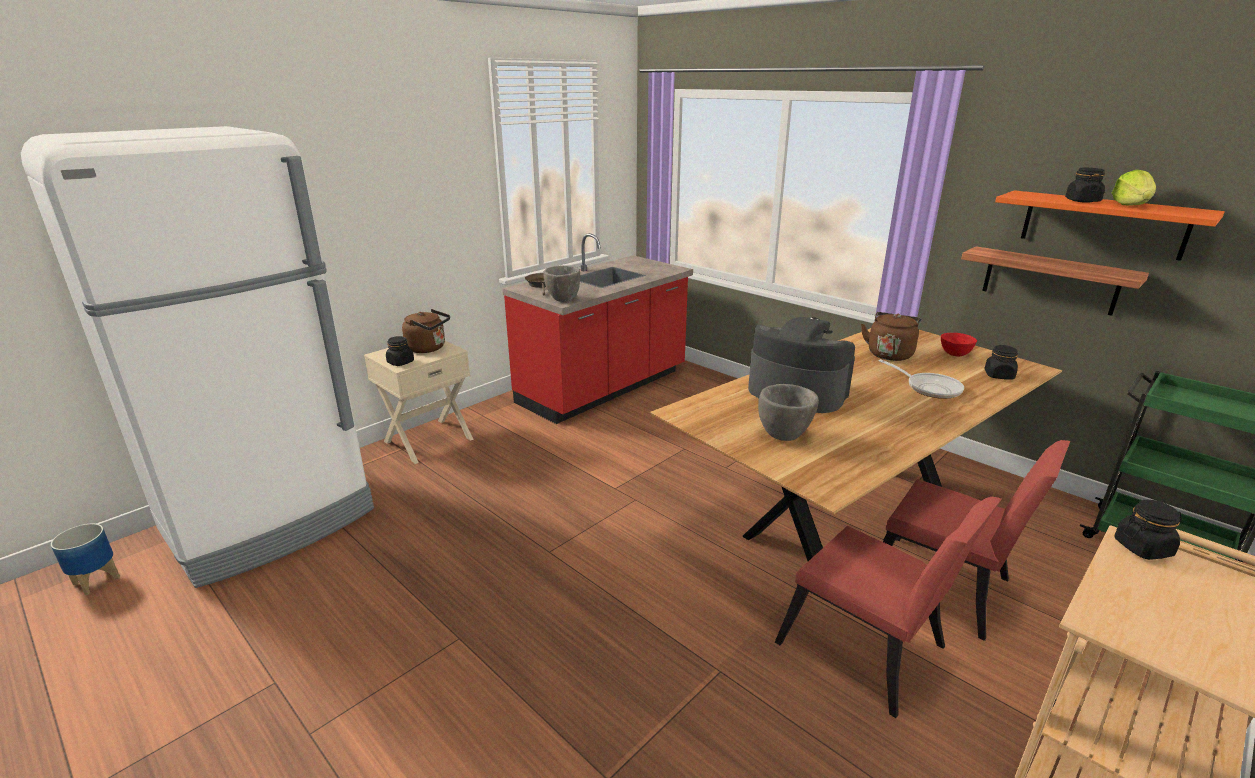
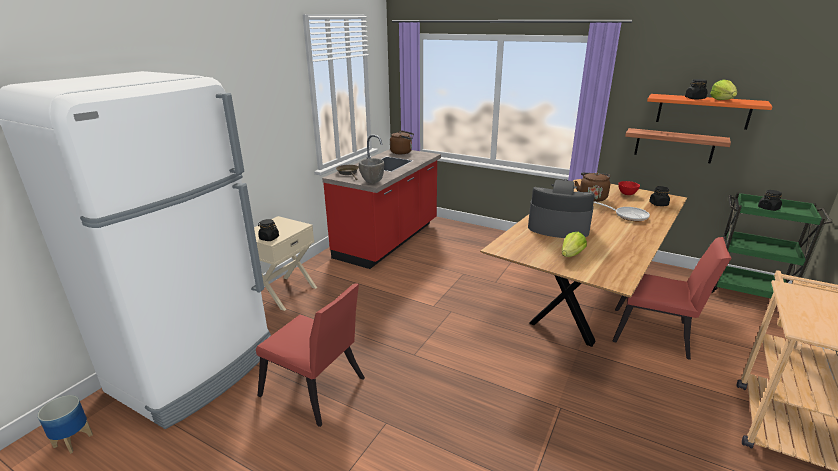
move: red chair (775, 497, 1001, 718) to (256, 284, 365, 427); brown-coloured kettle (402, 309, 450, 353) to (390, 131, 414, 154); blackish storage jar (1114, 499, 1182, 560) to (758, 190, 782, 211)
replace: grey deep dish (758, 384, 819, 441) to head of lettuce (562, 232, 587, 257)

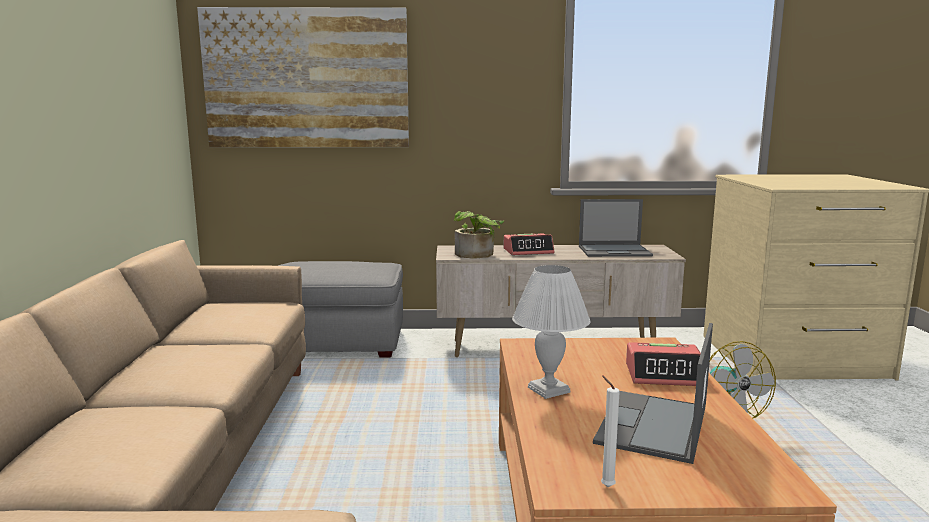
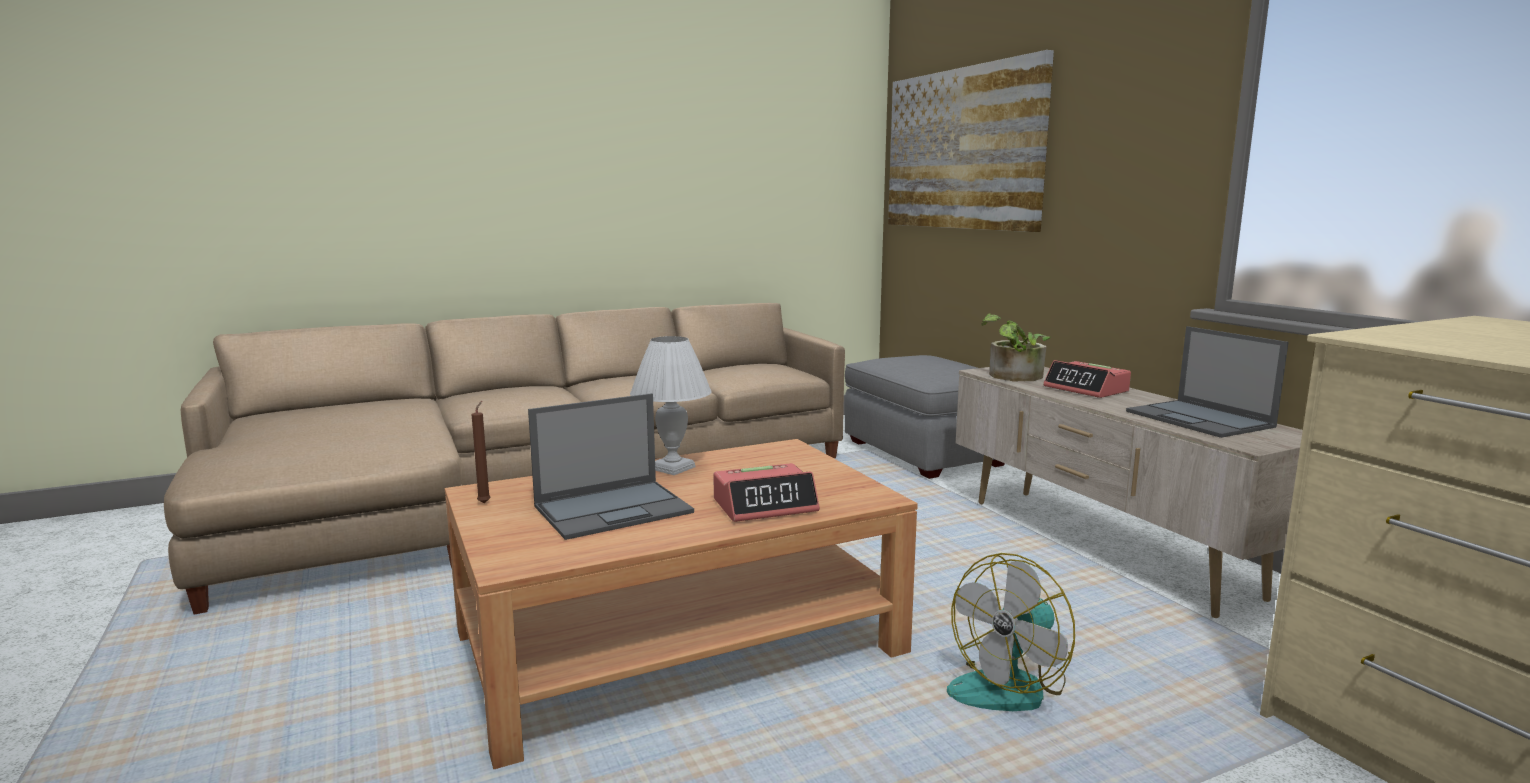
recolor: white-coloured wax candle (601, 375, 620, 487) to brown-coloured wax candle (471, 401, 491, 503)
rotate: notebook computer (593, 323, 713, 464) = (528, 393, 694, 540) 150 degrees clockwise; bedside clock (626, 342, 708, 386) = (713, 463, 820, 522) 90 degrees counterclockwise

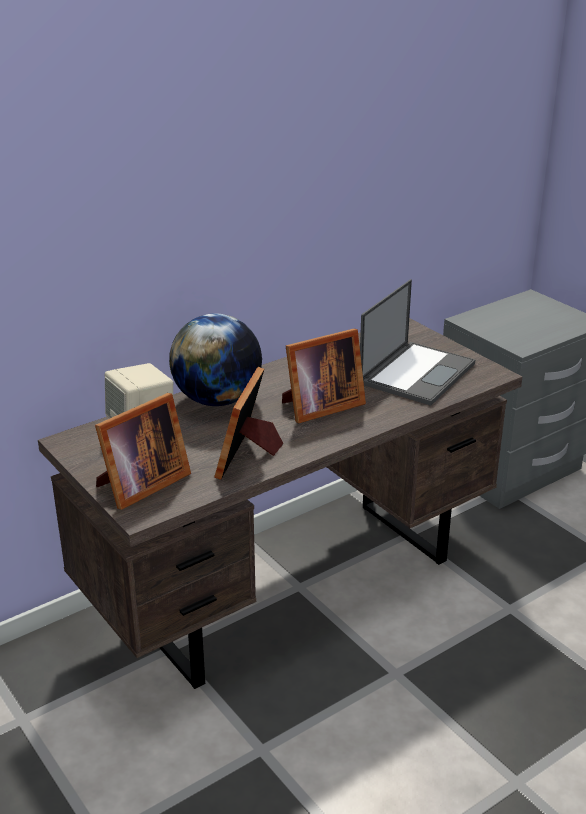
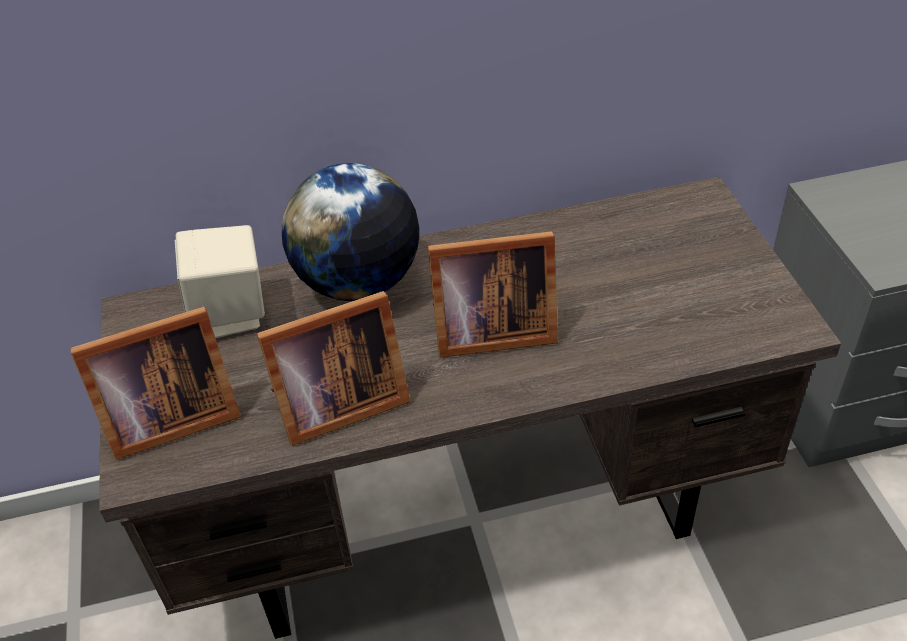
delete: notebook computer (360, 279, 475, 406)
rotate: photo frame (214, 367, 283, 480) = (257, 291, 410, 446) 150 degrees counterclockwise

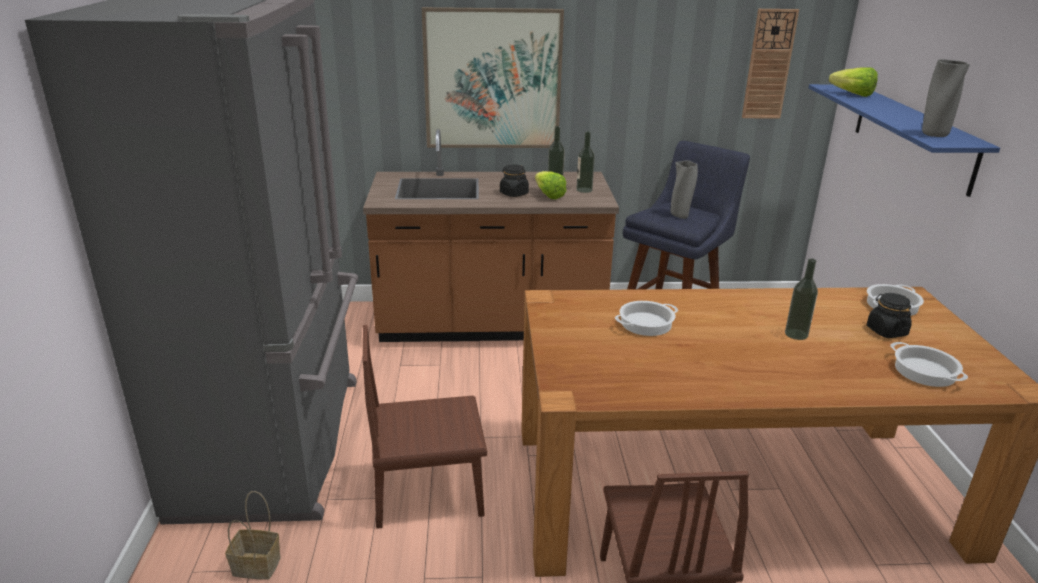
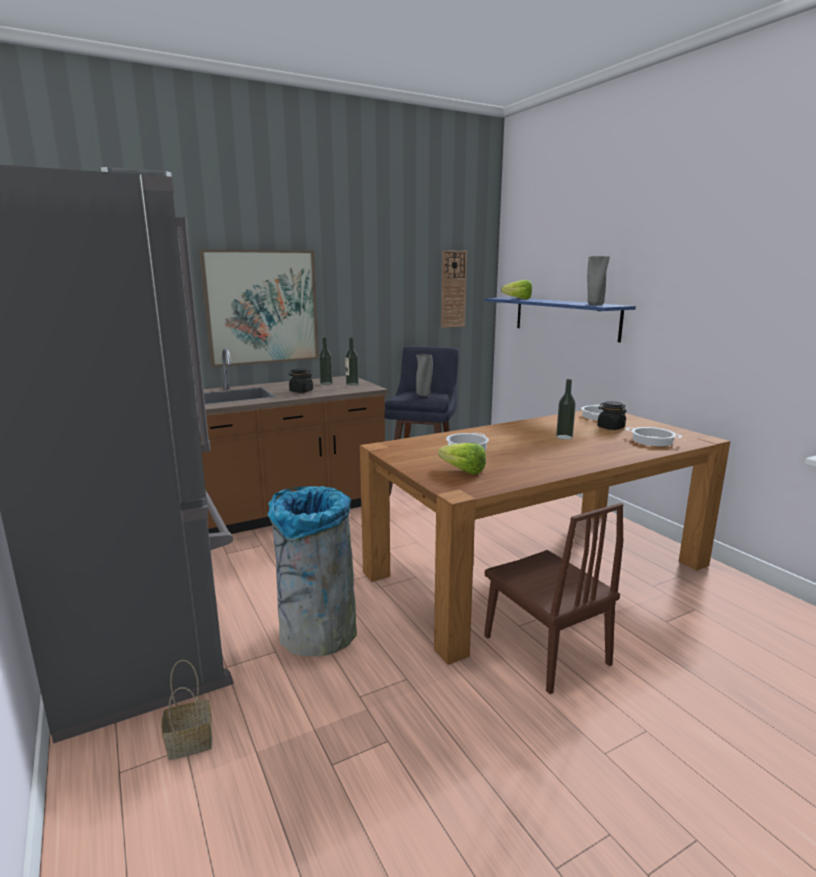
move: head of lettuce (535, 171, 567, 199) to (438, 443, 486, 474)
replace: brown-coloured chair (363, 325, 487, 529) to grey waste bin (268, 486, 357, 656)

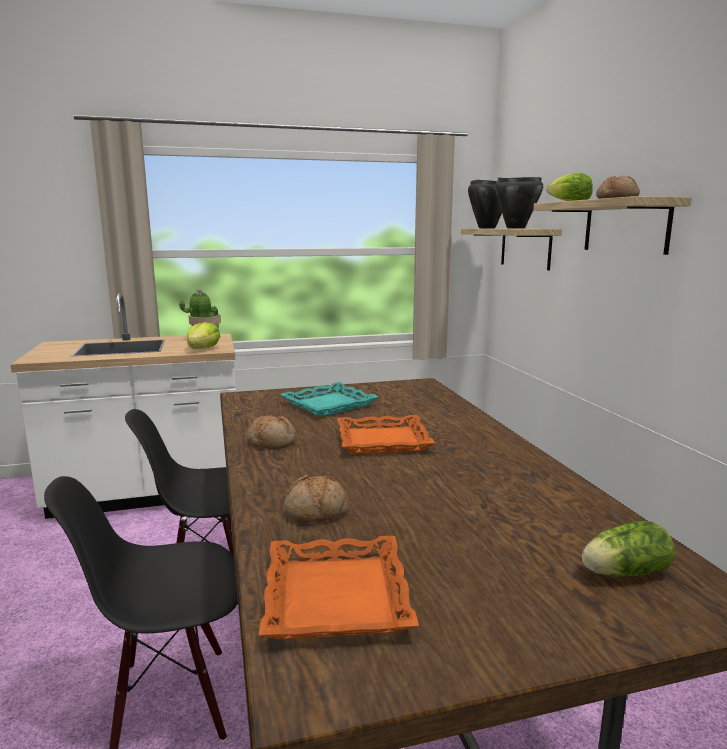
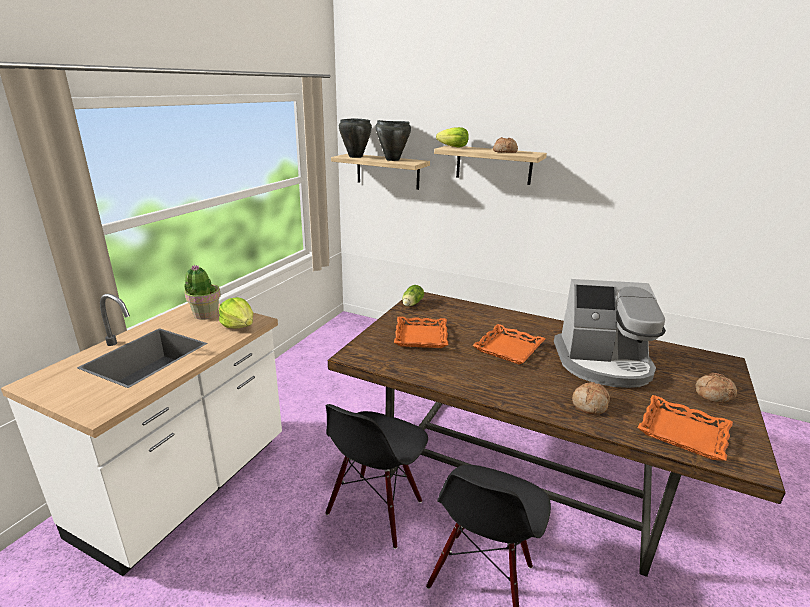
insert: coffee maker (554, 279, 666, 388)
move: head of lettuce (582, 521, 675, 577) to (402, 285, 424, 306); bakery bread (246, 414, 297, 449) to (695, 373, 737, 403)
recolor: turquoise-coloured tray (281, 382, 378, 417) to orangey tray (394, 316, 448, 348)

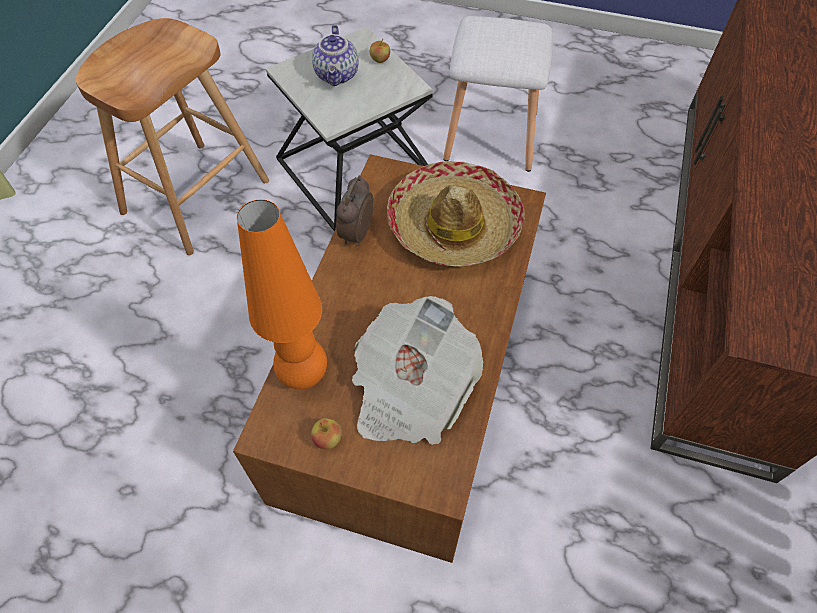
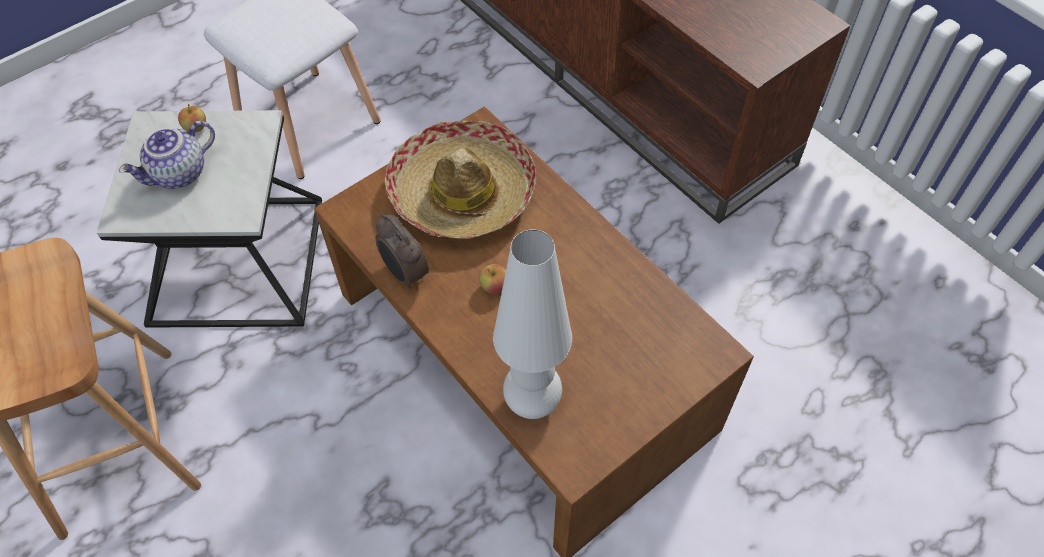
delete: printed paper (352, 296, 484, 445)
move: apple (311, 418, 342, 449) to (479, 264, 506, 294)
recolor: orangey lamp for a table (237, 200, 327, 389) to white-coloured lamp for a table (493, 229, 572, 419)
rotate: teapot (312, 25, 358, 86) = (119, 121, 215, 189) 105 degrees clockwise

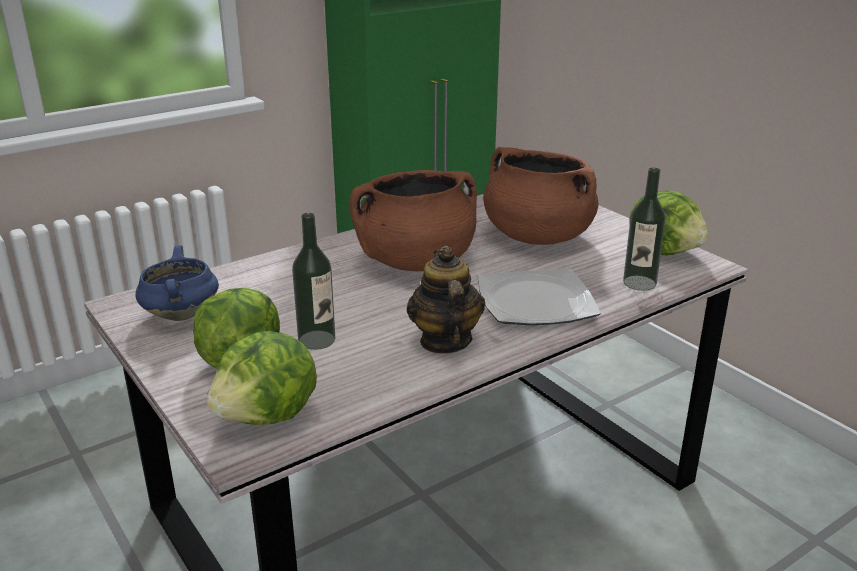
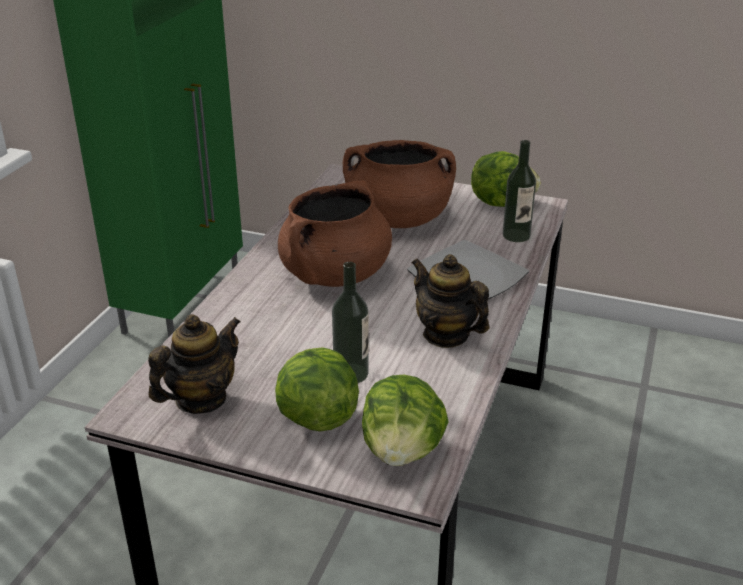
replace: bluish cooking pot (135, 245, 219, 321) to teapot (148, 314, 241, 414)

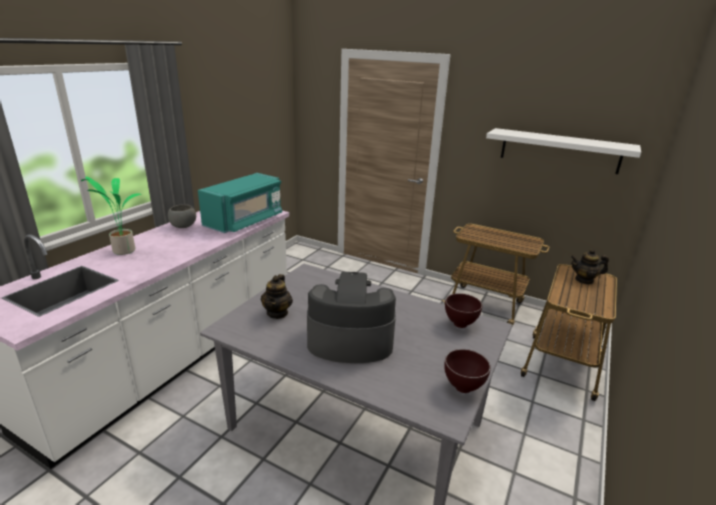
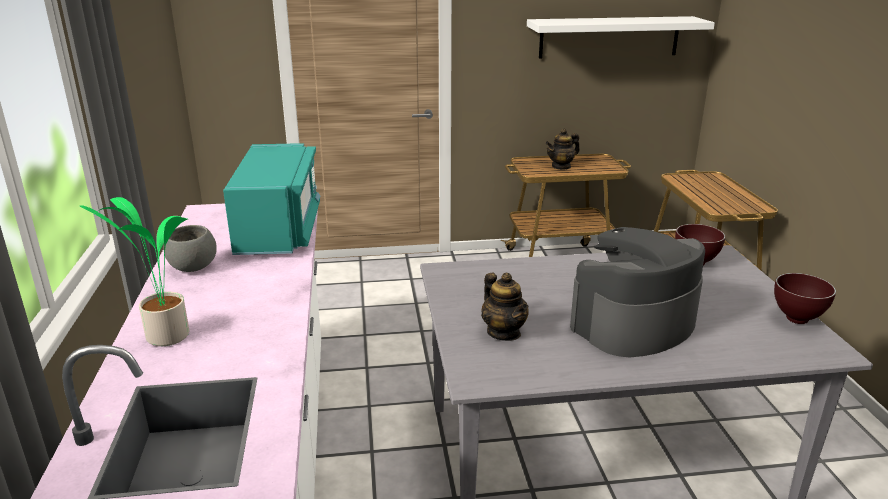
move: teapot (571, 249, 609, 284) to (546, 129, 580, 170)

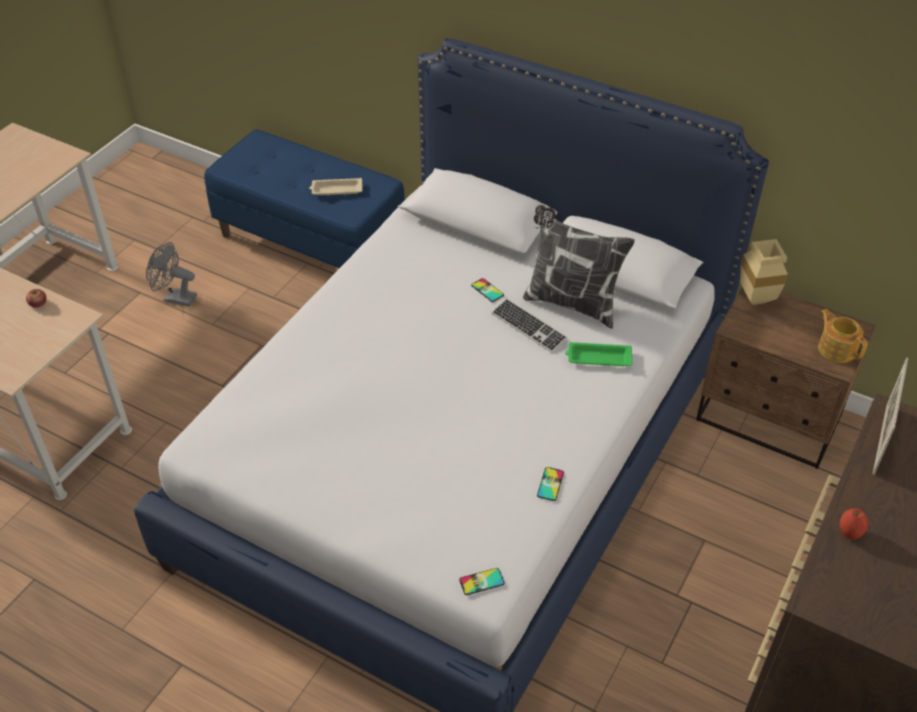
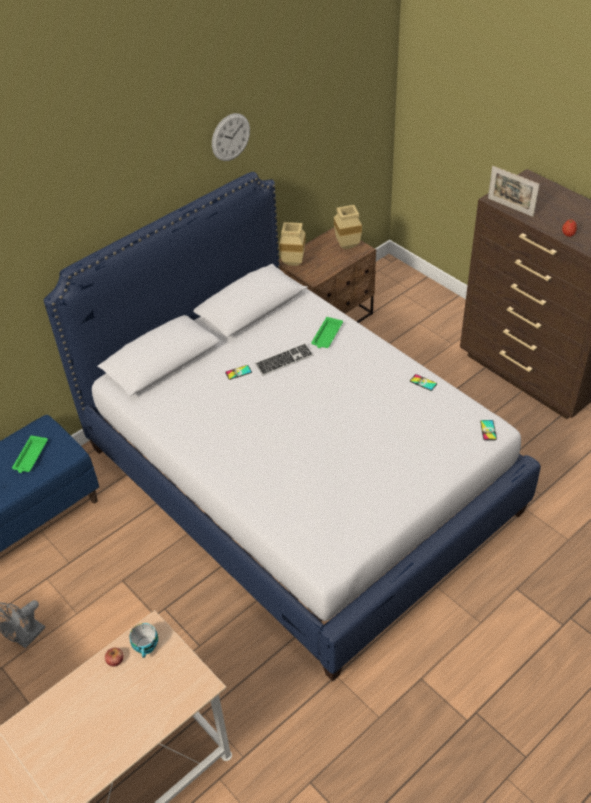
delete: cushion (523, 205, 635, 329)
insert: small cup (129, 623, 158, 658); clock on the wall (212, 113, 250, 161)
replace: teapot (818, 309, 868, 363) to sand-coloured vase (334, 205, 362, 249)
recolor: sand-coloured tray (309, 178, 362, 195) to greenish tray (12, 435, 48, 473)

